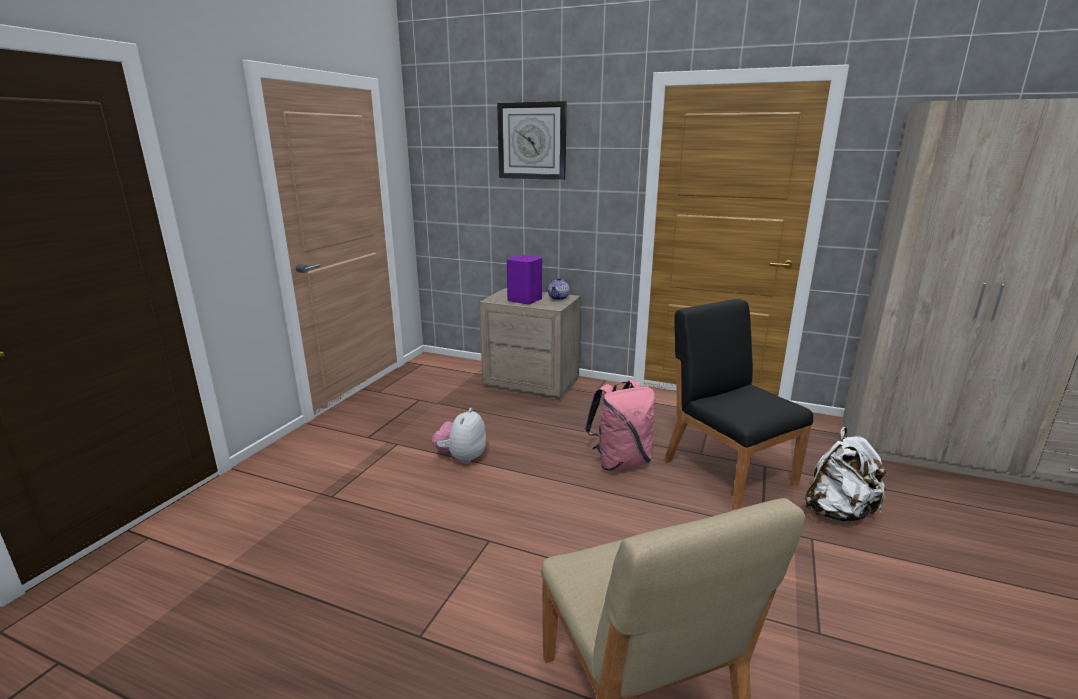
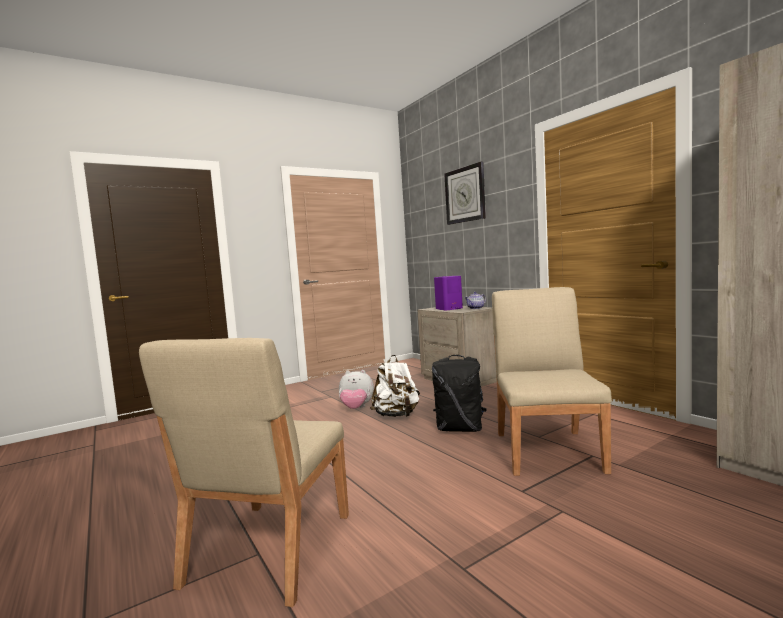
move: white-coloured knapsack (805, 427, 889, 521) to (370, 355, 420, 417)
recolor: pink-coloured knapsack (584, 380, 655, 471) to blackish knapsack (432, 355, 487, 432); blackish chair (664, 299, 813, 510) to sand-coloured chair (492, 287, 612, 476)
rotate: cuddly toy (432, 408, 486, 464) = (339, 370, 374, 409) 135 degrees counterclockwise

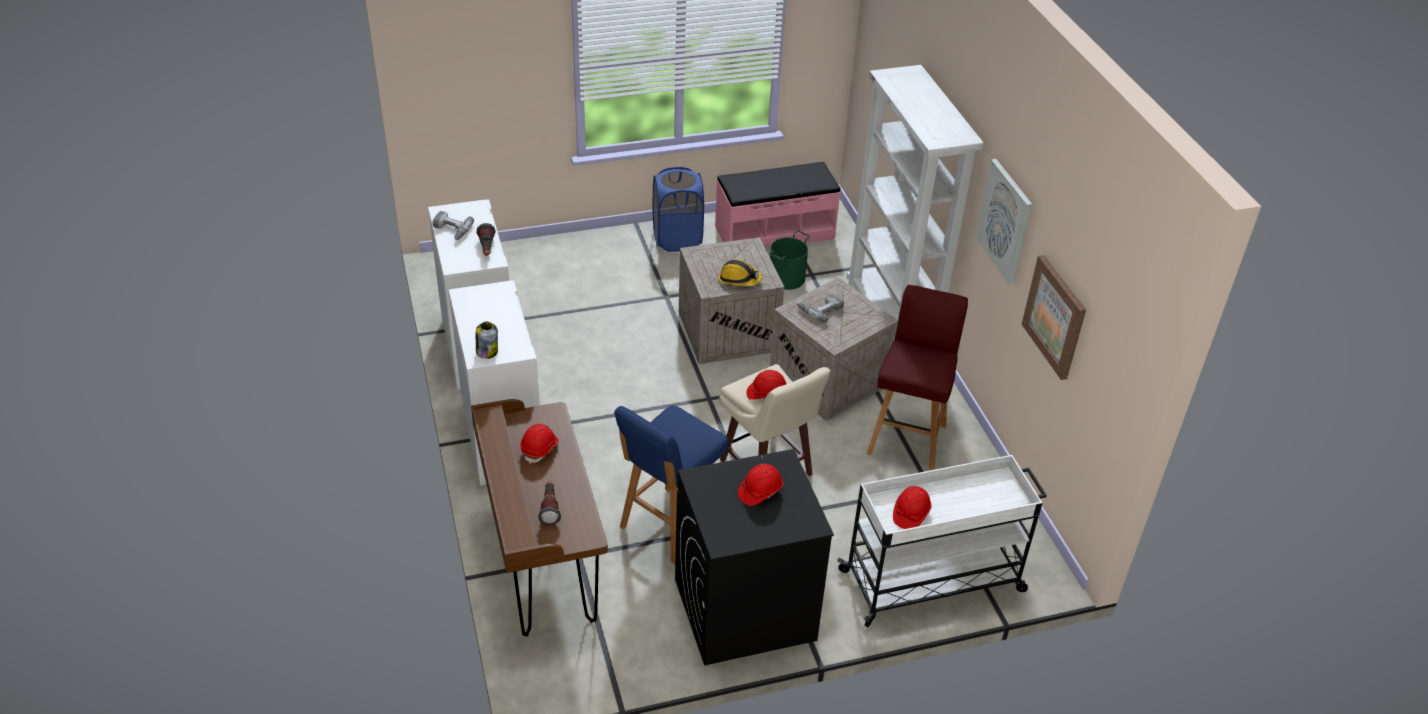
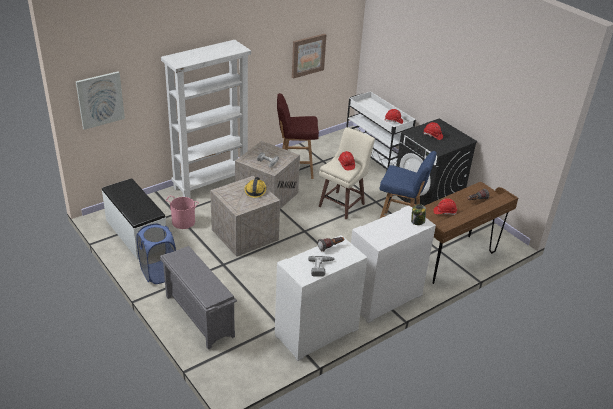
insert: grey shoe rack (160, 246, 237, 349)
move: wall art (976, 159, 1032, 285) to (76, 71, 125, 130)
recolor: pink-coloured long seat (715, 162, 841, 247) to white-coloured long seat (102, 178, 166, 260); greenish water bucket (769, 231, 810, 290) to pink-coloured water bucket (166, 196, 199, 229)

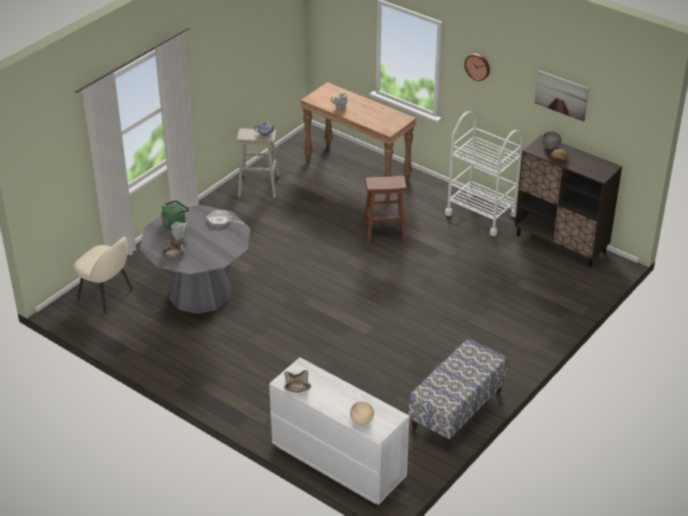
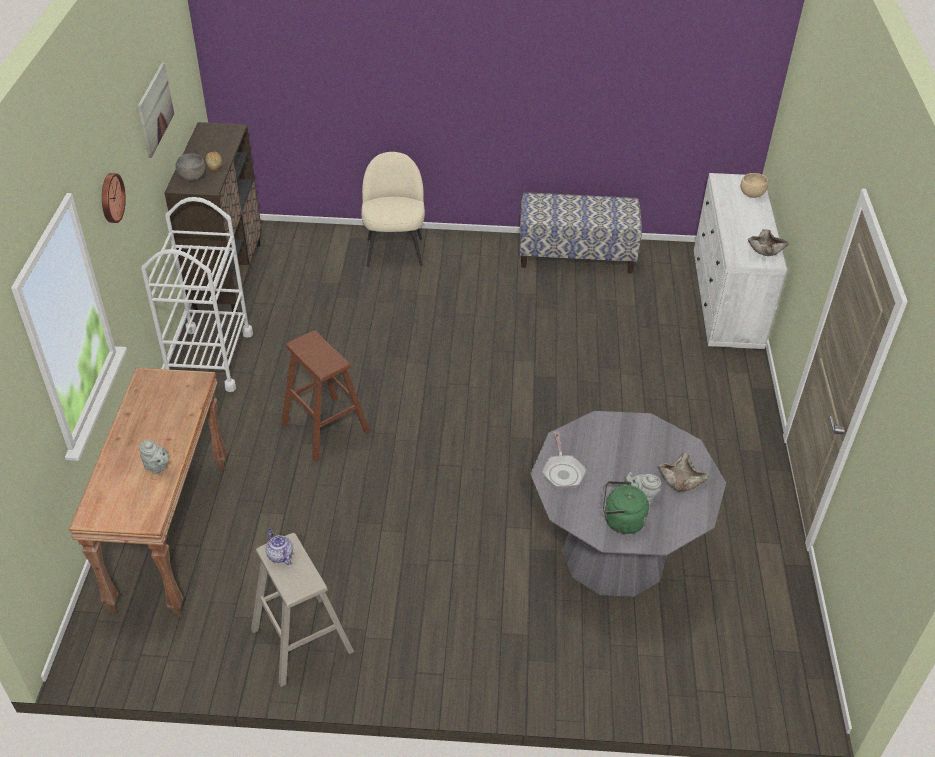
move: sand-coloured chair (73, 237, 133, 314) to (361, 152, 425, 267)

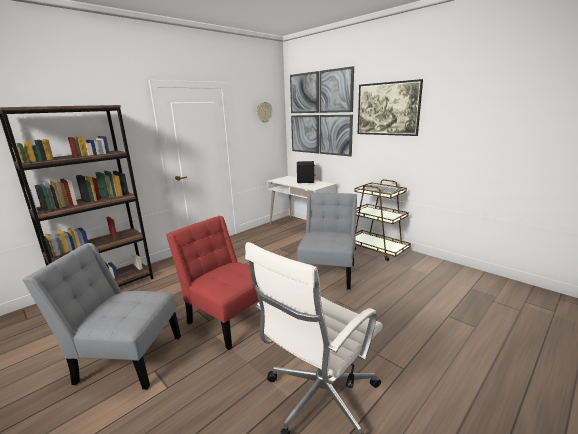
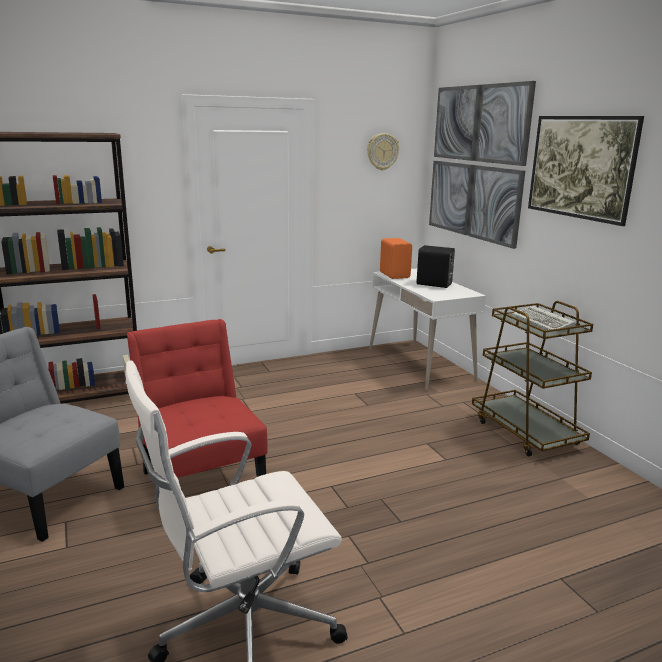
delete: grey chair (297, 193, 357, 290)
insert: orangey loudspeaker (380, 238, 412, 279)

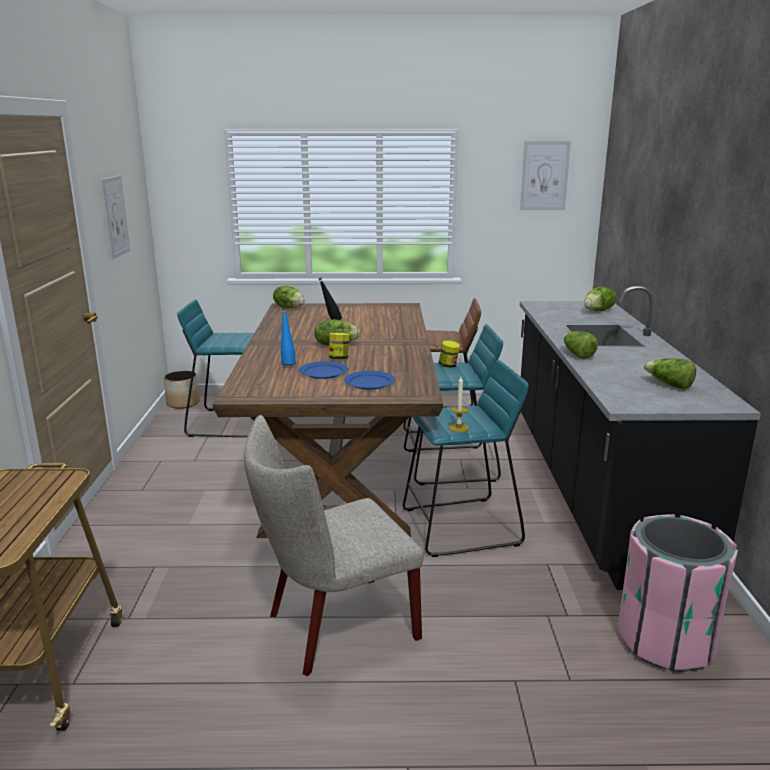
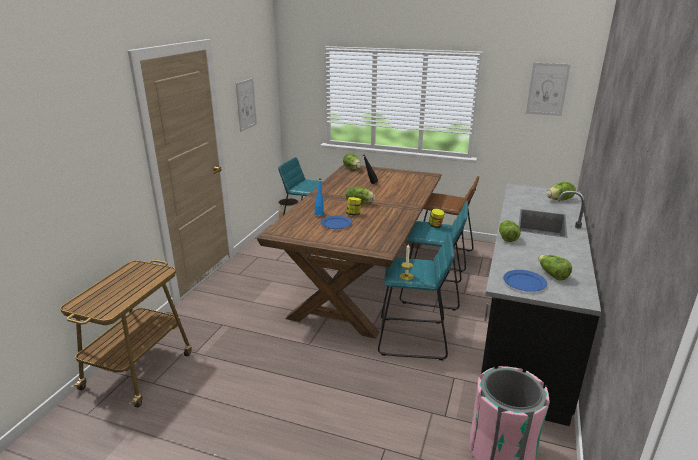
delete: sand-coloured chair (244, 415, 424, 676)
move: bluish plate (344, 371, 395, 390) to (503, 270, 547, 292)

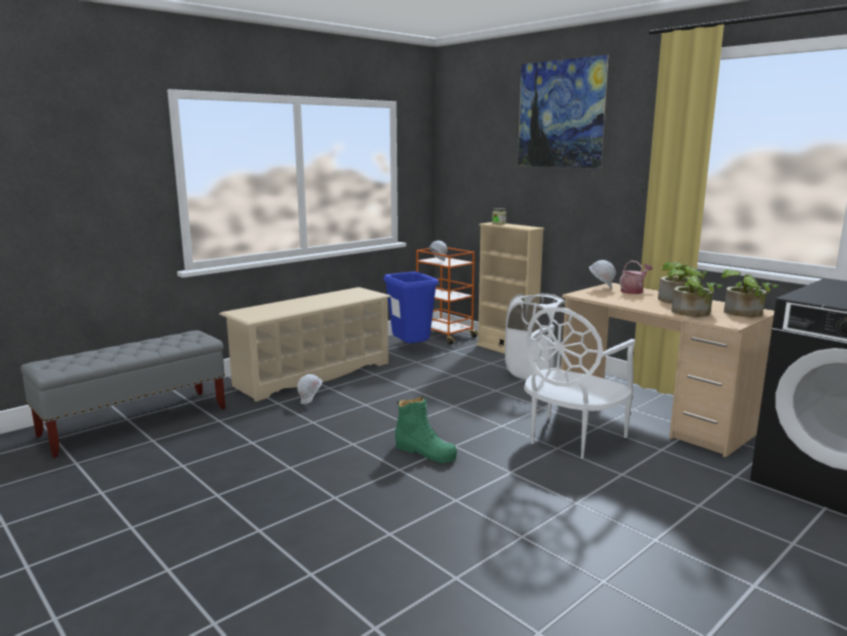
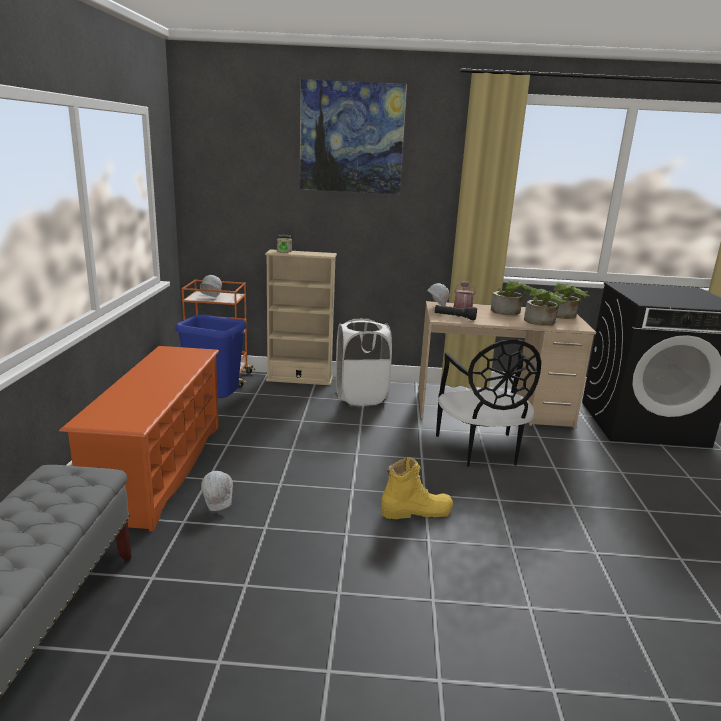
insert: blackish torch (435, 305, 477, 320)
recolor: sand-coloured shoe rack (219, 287, 392, 402) to orangey shoe rack (59, 346, 219, 532); greenish tall boot (395, 396, 457, 463) to yellow tall boot (381, 457, 453, 519); white-coloured chair (524, 307, 635, 459) to blackish chair (436, 340, 541, 467)

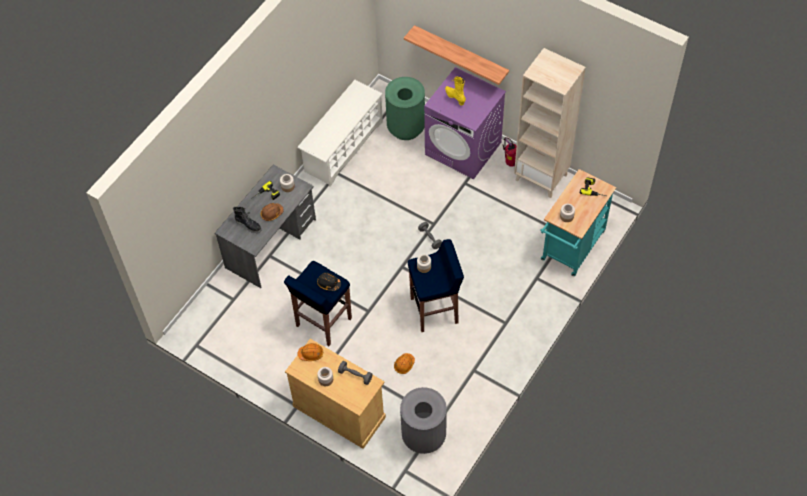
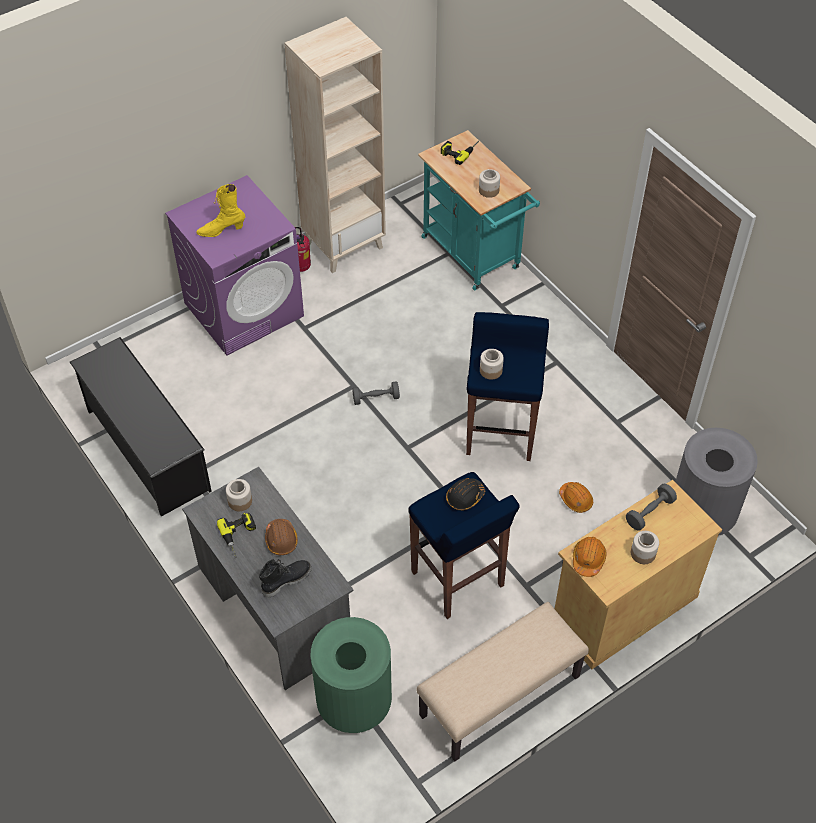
delete: shelf (404, 25, 509, 85)
insert: sand-coloured long seat (417, 602, 589, 761)
move: greenish waste bin (385, 77, 425, 140) to (311, 617, 392, 733)
recolor: white-coloured shoe rack (298, 80, 383, 187) to blackish shoe rack (70, 337, 212, 517)

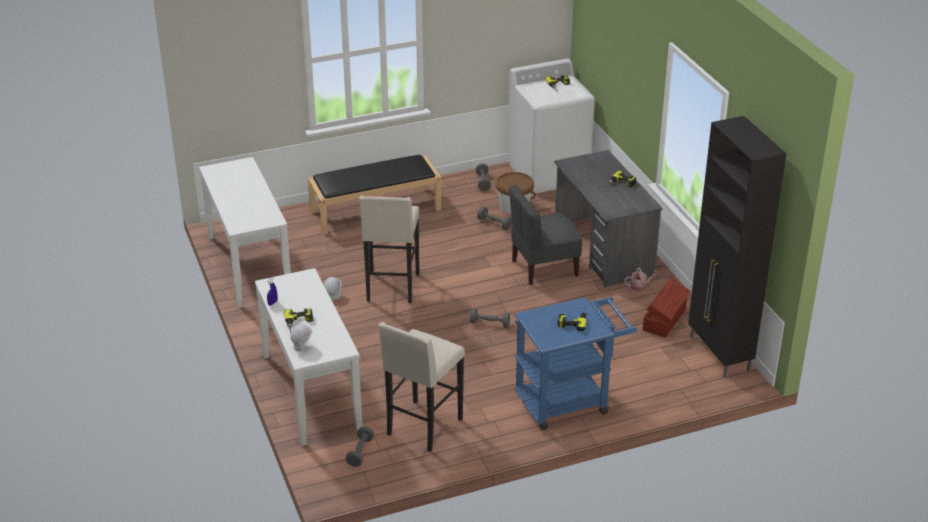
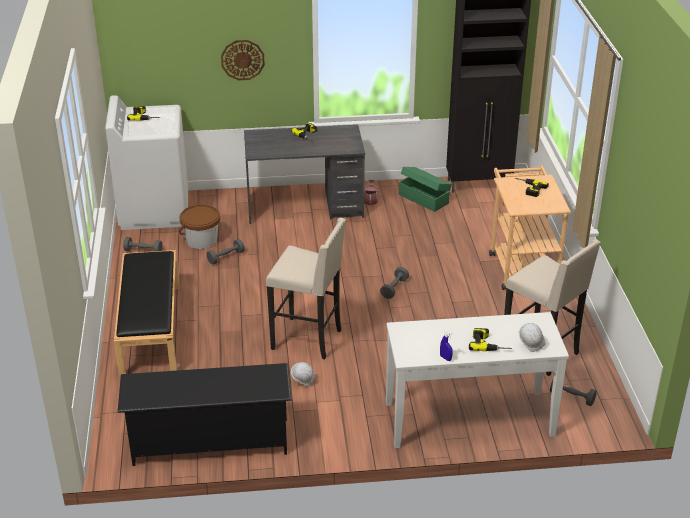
delete: grey chair (509, 185, 582, 285)
insert: clock on the wall (221, 40, 265, 80)
replace: white-coloured narrow table (199, 157, 291, 308) to blackish shoe rack (117, 363, 292, 466)
recolor: brown-coloured storage container (643, 277, 691, 338) to greenish storage container (399, 167, 452, 212); bluish wheeled cart (514, 297, 637, 430) to sand-coloured wheeled cart (489, 165, 571, 290)

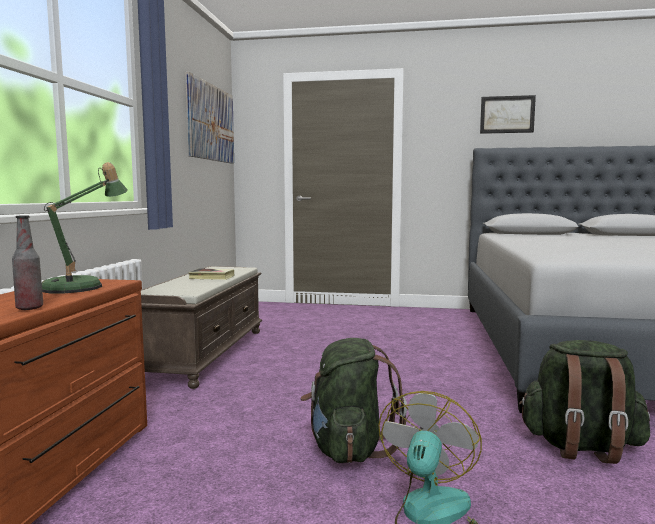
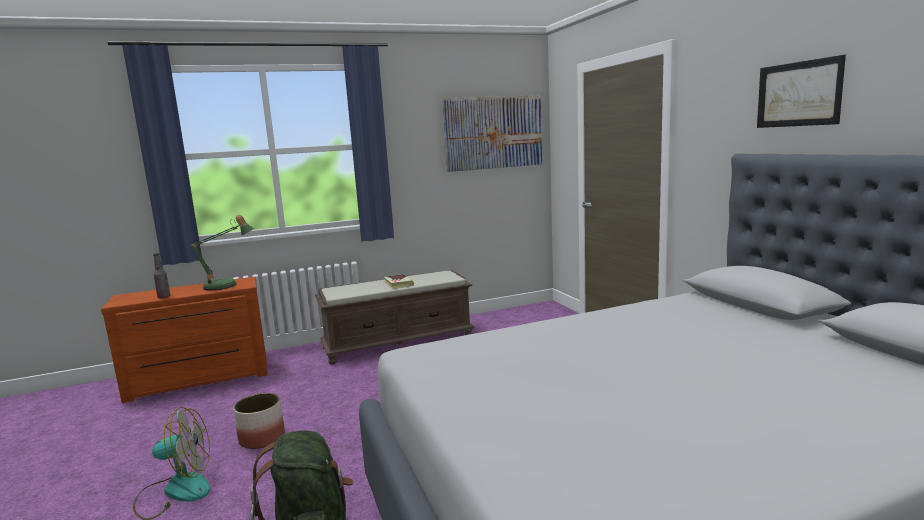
replace: greenish knapsack (300, 338, 407, 463) to flower pot (233, 393, 285, 449)

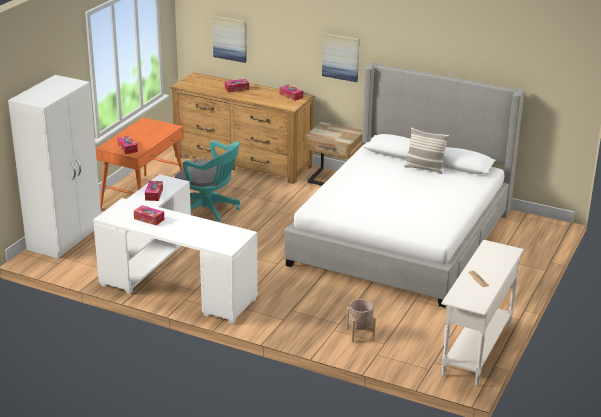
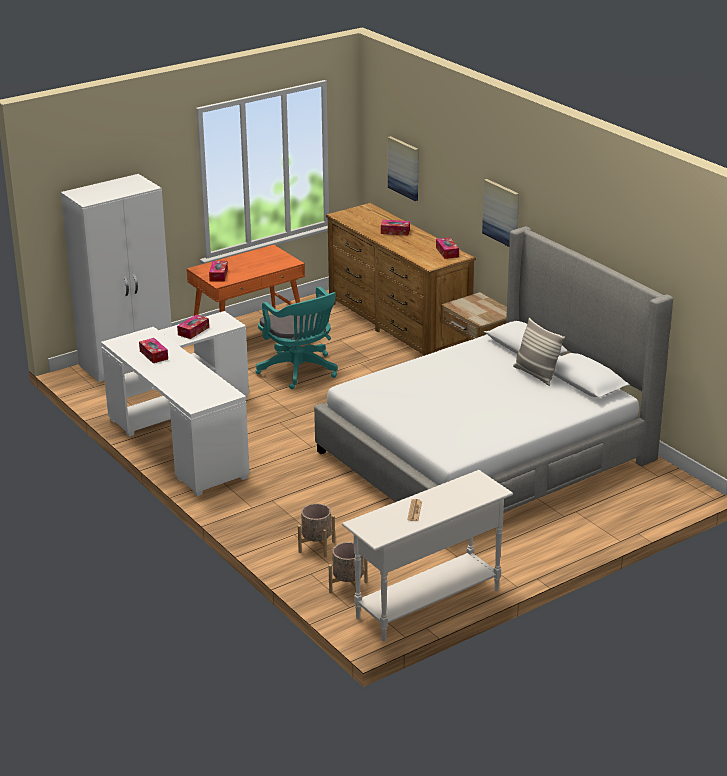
insert: sand-coloured flower pot (329, 542, 368, 593)

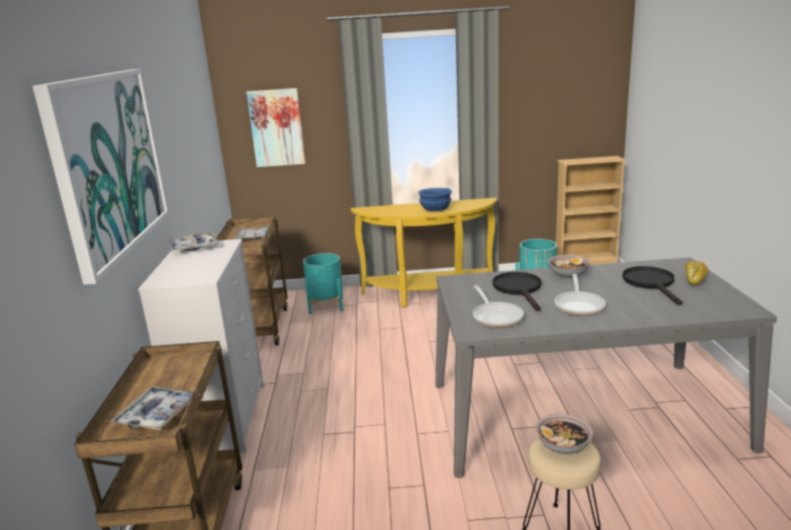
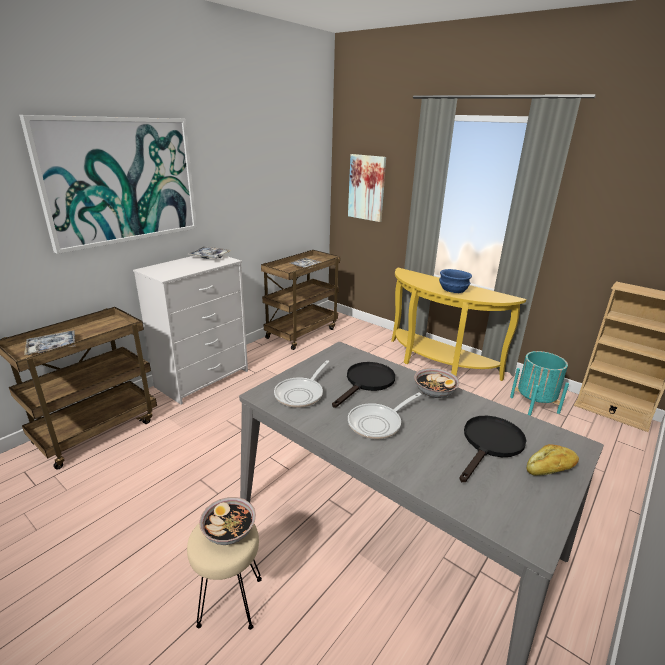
delete: turquoise-coloured flower pot (303, 253, 343, 314)

